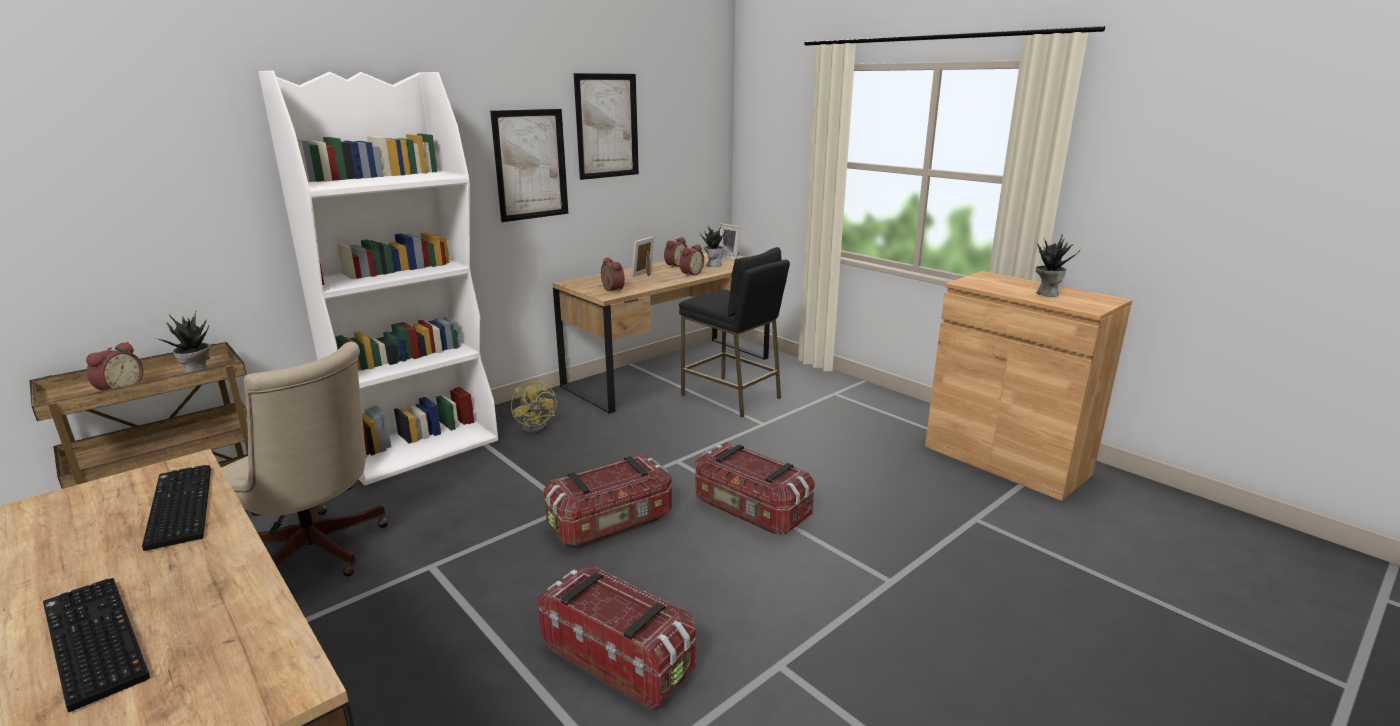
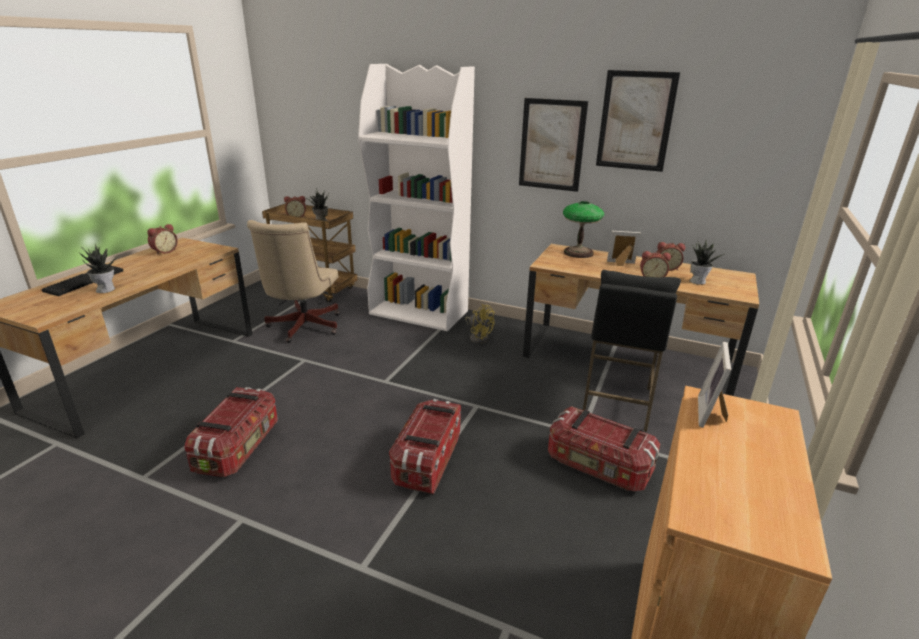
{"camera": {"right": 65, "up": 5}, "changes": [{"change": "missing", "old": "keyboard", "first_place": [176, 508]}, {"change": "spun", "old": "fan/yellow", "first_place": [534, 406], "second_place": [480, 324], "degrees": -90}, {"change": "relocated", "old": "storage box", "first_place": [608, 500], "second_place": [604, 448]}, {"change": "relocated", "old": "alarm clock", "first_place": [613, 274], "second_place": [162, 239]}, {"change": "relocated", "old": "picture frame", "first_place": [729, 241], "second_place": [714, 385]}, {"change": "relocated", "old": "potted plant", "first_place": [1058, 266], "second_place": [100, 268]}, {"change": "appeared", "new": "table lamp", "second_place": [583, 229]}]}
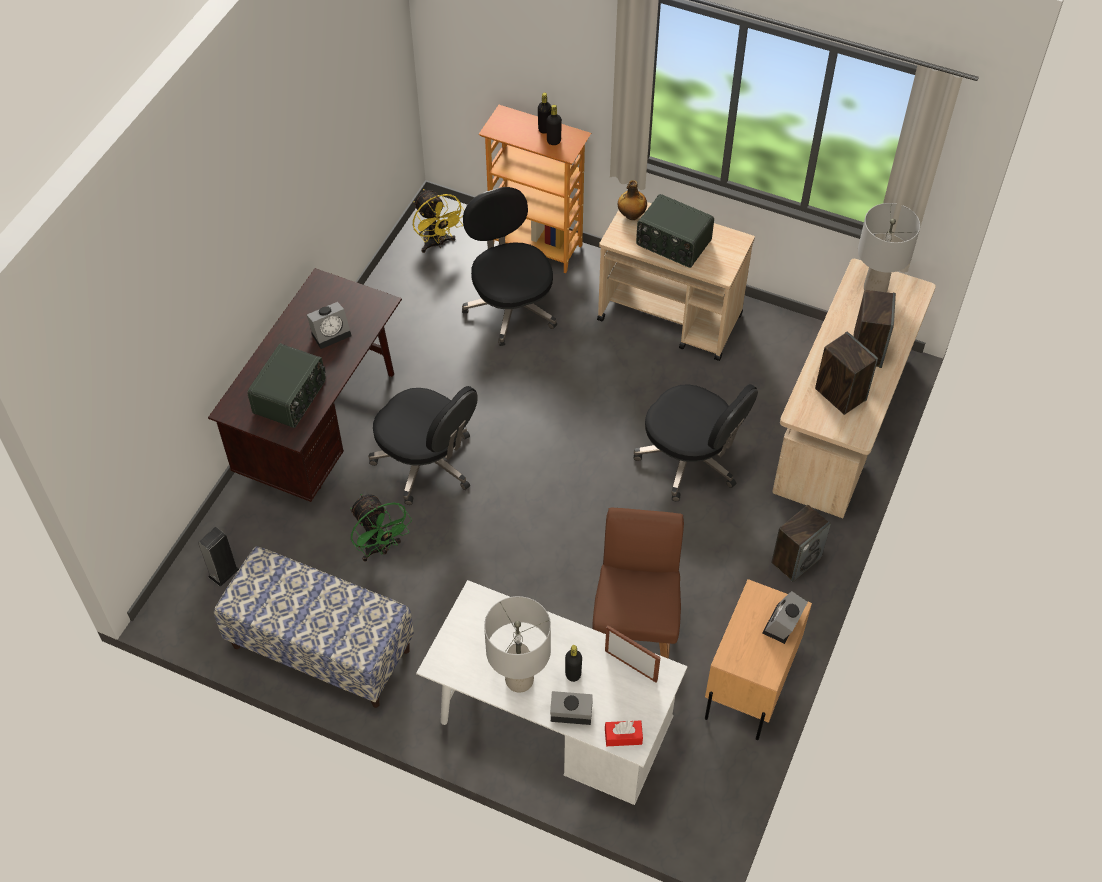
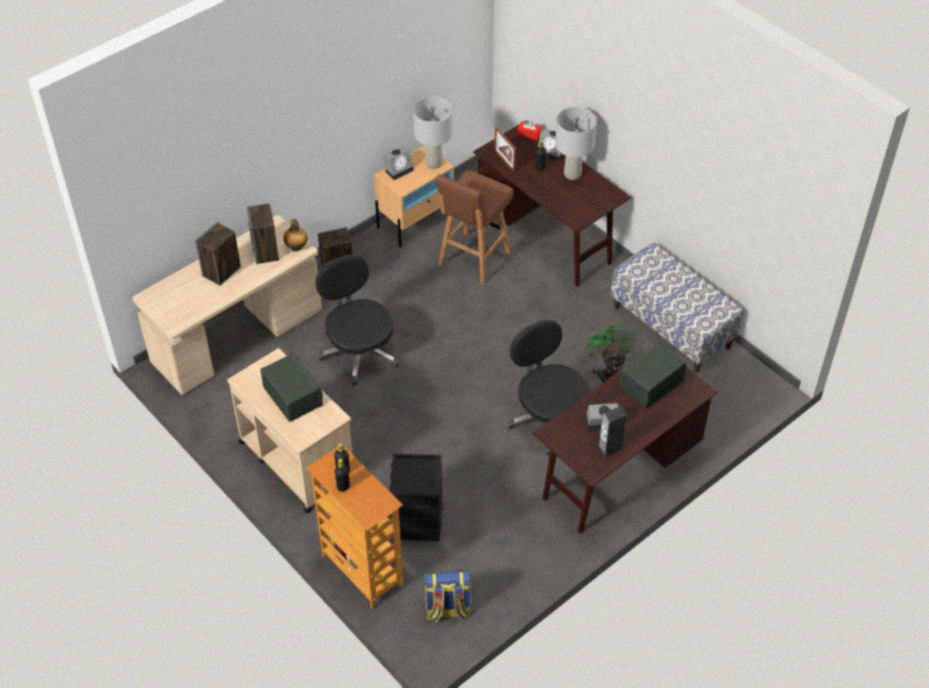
{"camera": {"right": -155, "up": -5}, "changes": [{"change": "relocated", "old": "speaker", "first_place": [218, 557], "second_place": [612, 432]}, {"change": "exchanged", "old": "fan/yellow", "new": "backpack", "first_place": [438, 221], "second_place": [448, 596]}, {"change": "colour", "old": "desk/white", "new": "desk/brown", "first_place": [551, 692], "second_place": [552, 203]}, {"change": "exchanged", "old": "office chair/black", "new": "storage box/black", "first_place": [509, 266], "second_place": [416, 497]}, {"change": "relocated", "old": "bottle", "first_place": [632, 200], "second_place": [295, 234]}, {"change": "relocated", "old": "table lamp/grey", "first_place": [889, 247], "second_place": [433, 133]}]}
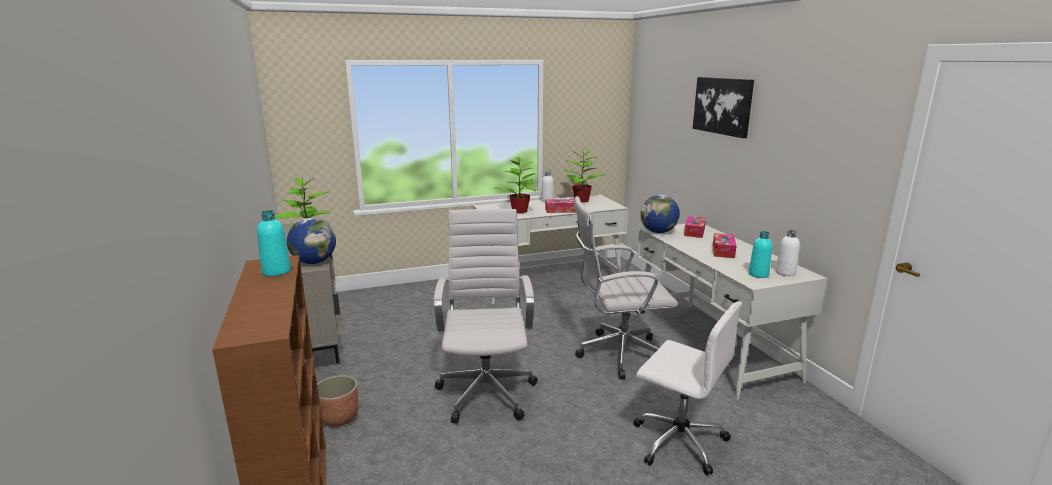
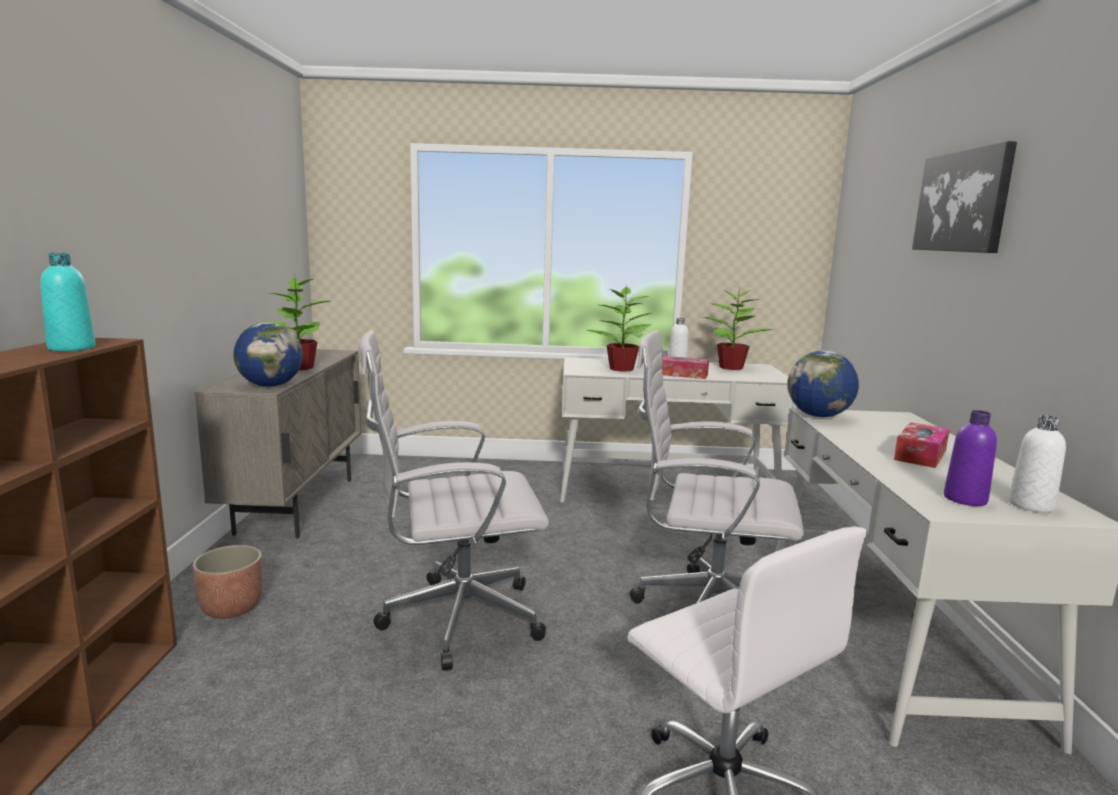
{"camera": {"right": 20, "up": -5}, "changes": [{"change": "spun", "old": "office chair/white", "first_place": [486, 316], "second_place": [454, 500], "degrees": -120}, {"change": "missing", "old": "tissue box", "first_place": [695, 227]}, {"change": "colour", "old": "bottle/turquoise", "new": "bottle/purple", "first_place": [760, 254], "second_place": [970, 458]}]}
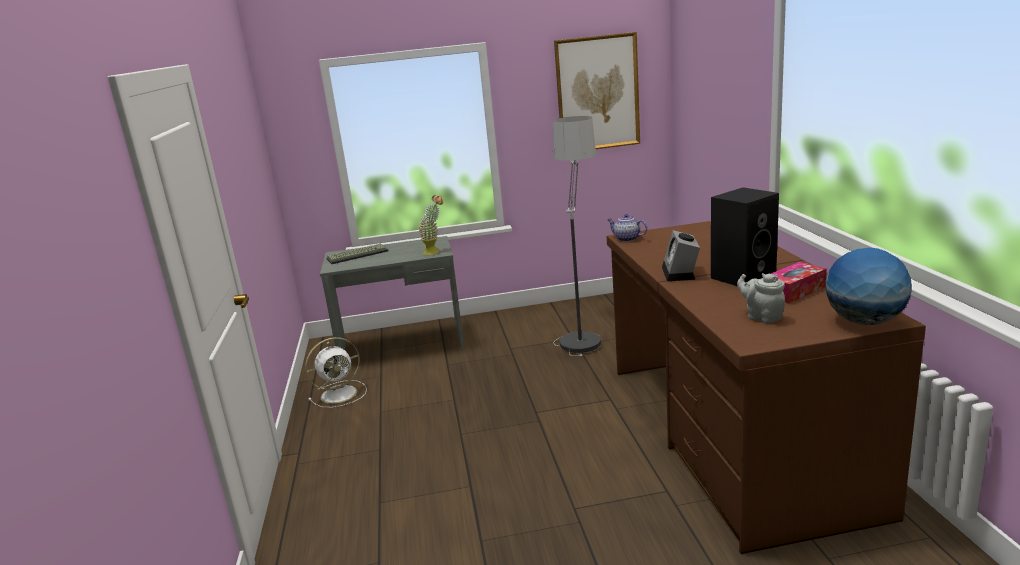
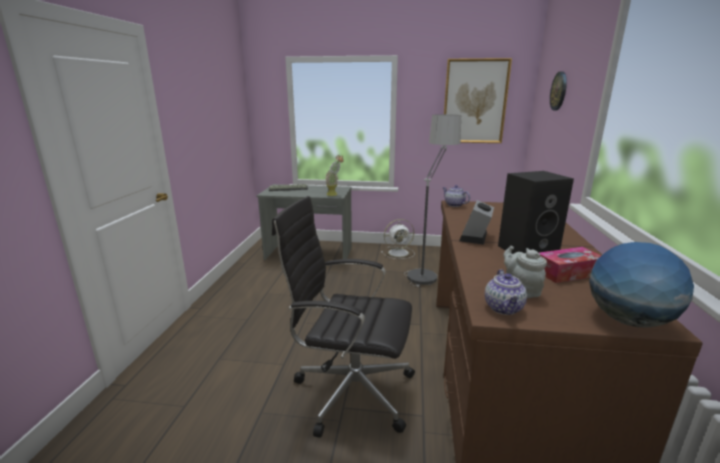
{"camera": {"right": 15, "up": 0}, "changes": [{"change": "relocated", "old": "fan/white", "first_place": [336, 372], "second_place": [398, 239]}, {"change": "appeared", "new": "office chair/black", "second_place": [343, 317]}, {"change": "appeared", "new": "teapot", "second_place": [506, 292]}, {"change": "appeared", "new": "wall clock", "second_place": [558, 91]}]}
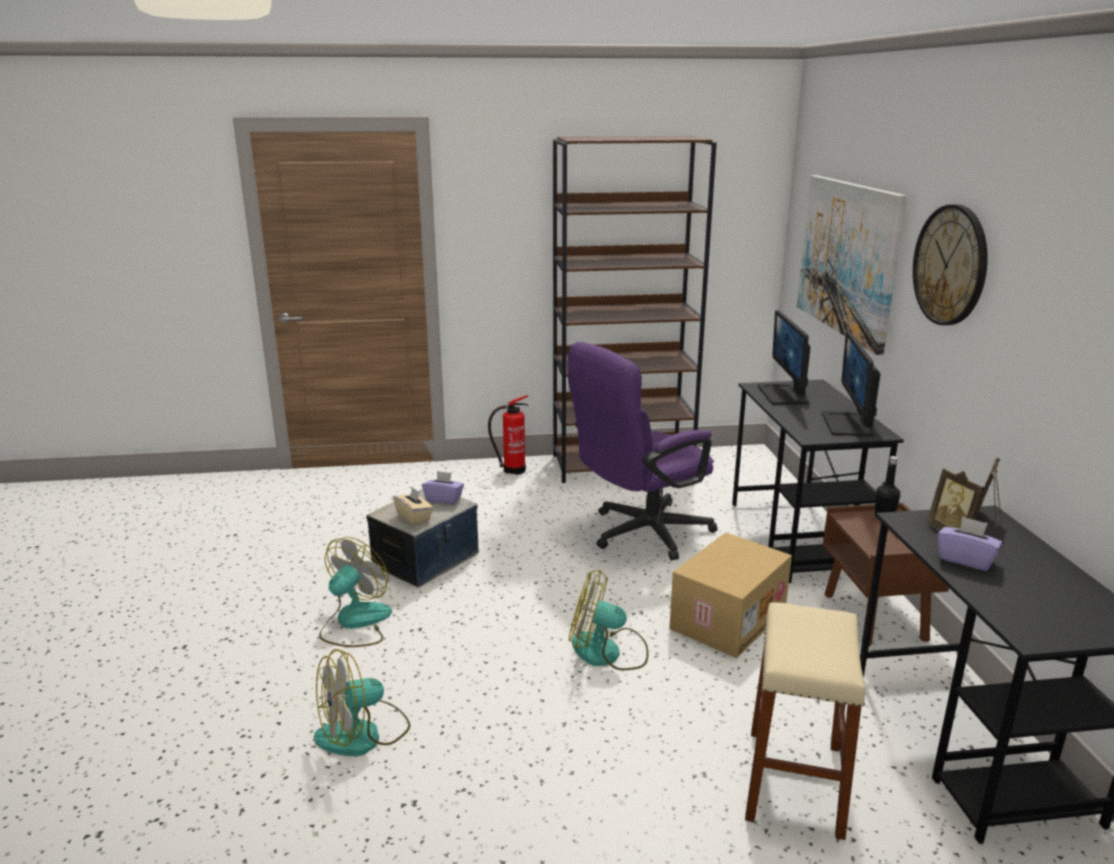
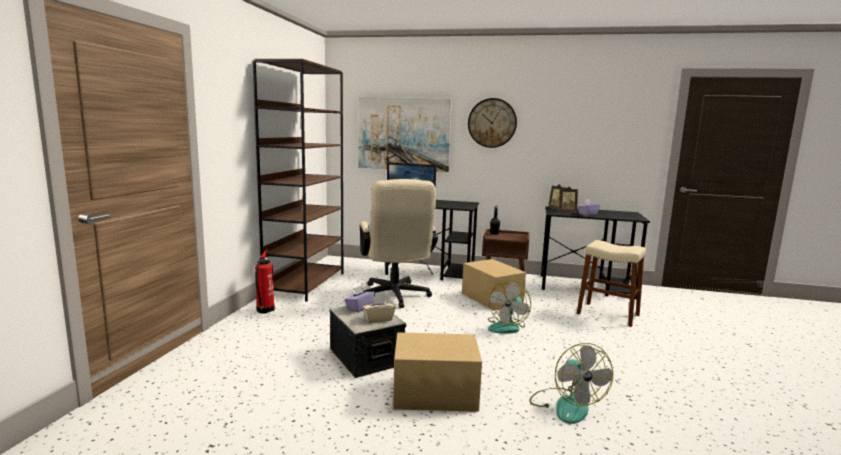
{"camera": {"right": -70, "up": -10}, "changes": [{"change": "exchanged", "old": "fan", "new": "cardboard box", "first_place": [355, 592], "second_place": [437, 372]}, {"change": "colour", "old": "office chair/purple", "new": "office chair/beige", "first_place": [642, 451], "second_place": [399, 243]}, {"change": "missing", "old": "monitor", "first_place": [851, 384]}]}
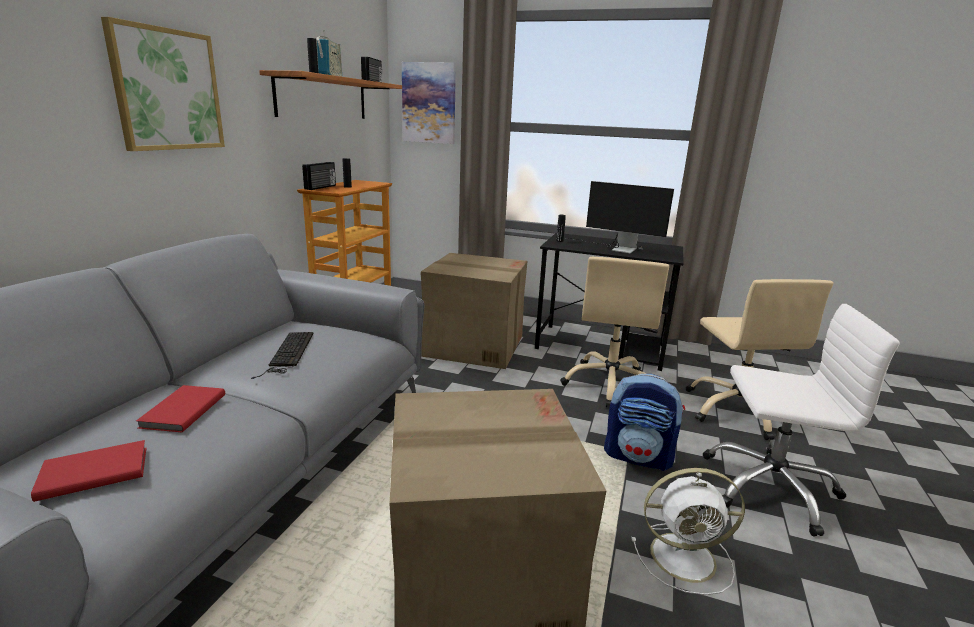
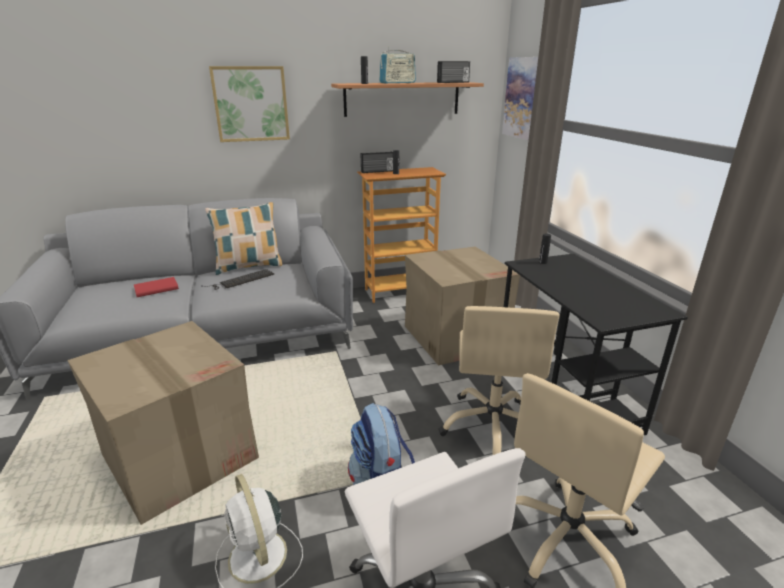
{"camera": {"right": 55, "up": 5}, "changes": [{"change": "missing", "old": "book/red", "first_place": [88, 471]}, {"change": "spun", "old": "office chair/beige", "first_place": [615, 332], "second_place": [499, 380], "degrees": -60}, {"change": "missing", "old": "monitor", "first_place": [620, 217]}, {"change": "appeared", "new": "pillow", "second_place": [243, 238]}]}
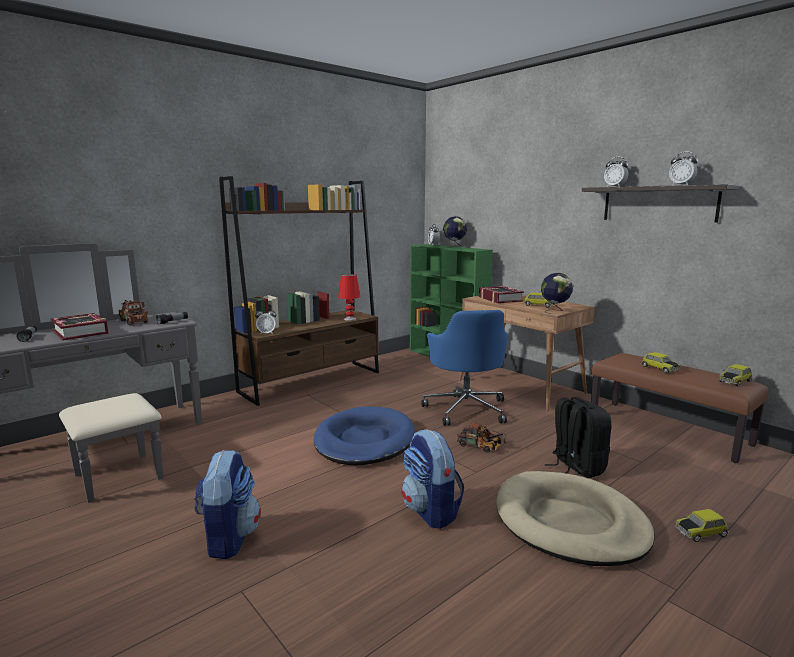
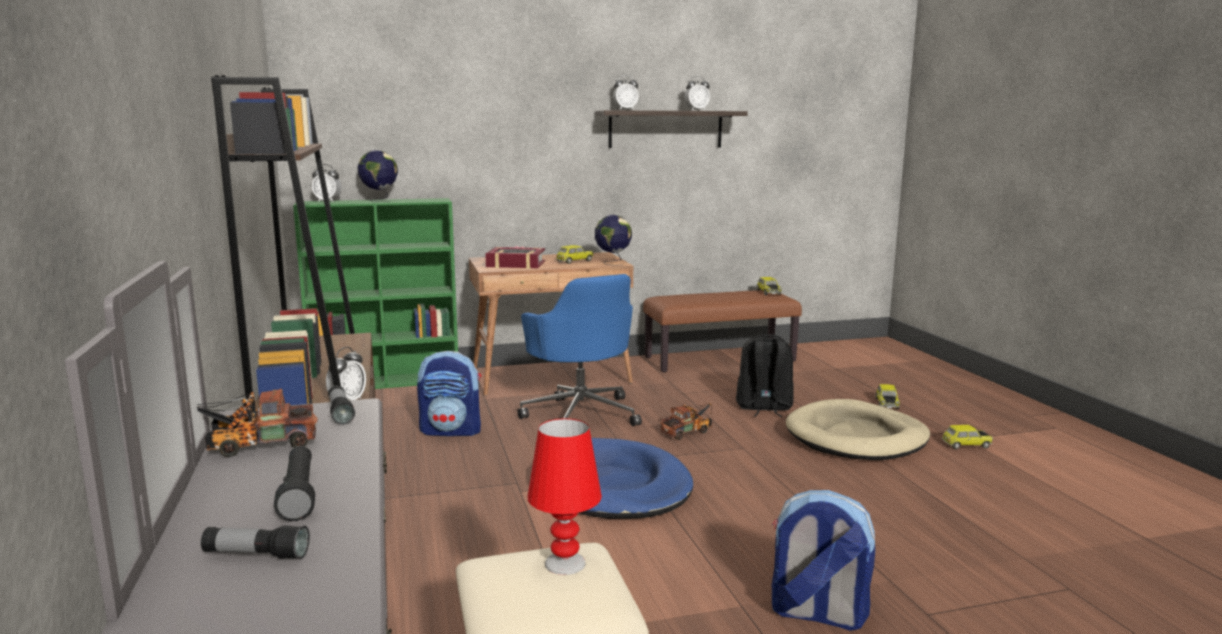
{"camera": {"right": -65, "up": 0}, "changes": [{"change": "exchanged", "old": "book", "new": "flashlight/black", "first_place": [79, 327], "second_place": [294, 483]}, {"change": "relocated", "old": "table lamp/red", "first_place": [349, 297], "second_place": [564, 497]}, {"change": "relocated", "old": "backpack", "first_place": [433, 479], "second_place": [449, 393]}, {"change": "spun", "old": "office chair/blue", "first_place": [464, 368], "second_place": [580, 350], "degrees": 45}, {"change": "relocated", "old": "toy car", "first_place": [661, 362], "second_place": [967, 437]}]}
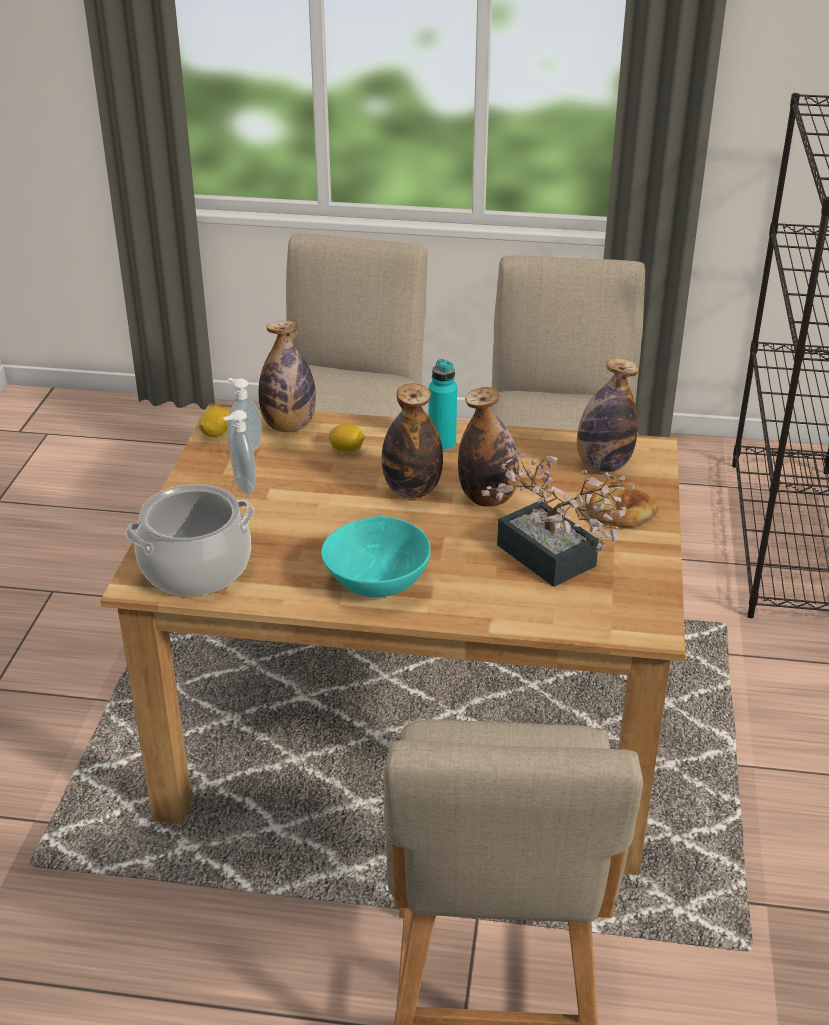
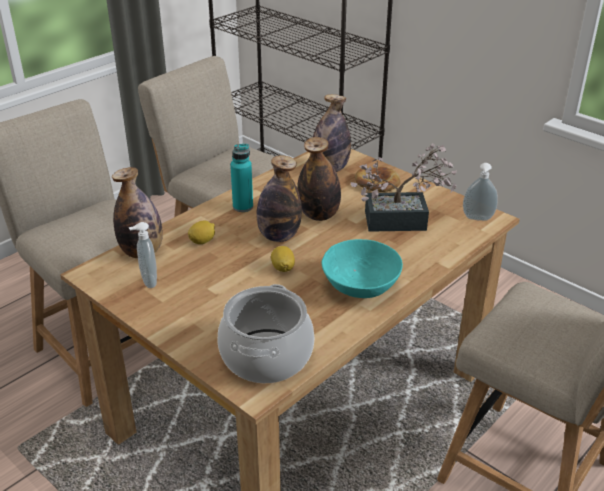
{"camera": {"right": -55, "up": 0}, "changes": [{"change": "relocated", "old": "lemon", "first_place": [214, 422], "second_place": [283, 259]}, {"change": "relocated", "old": "soap dispenser", "first_place": [239, 451], "second_place": [480, 192]}]}
